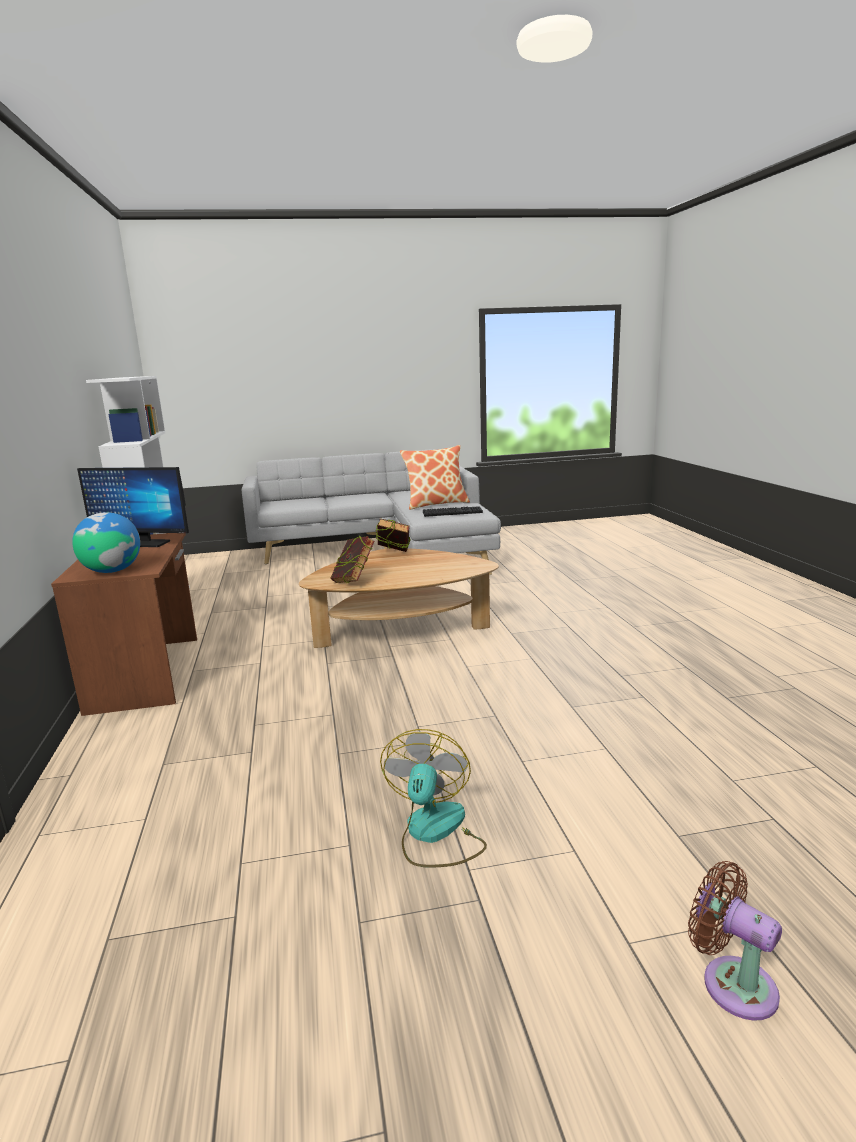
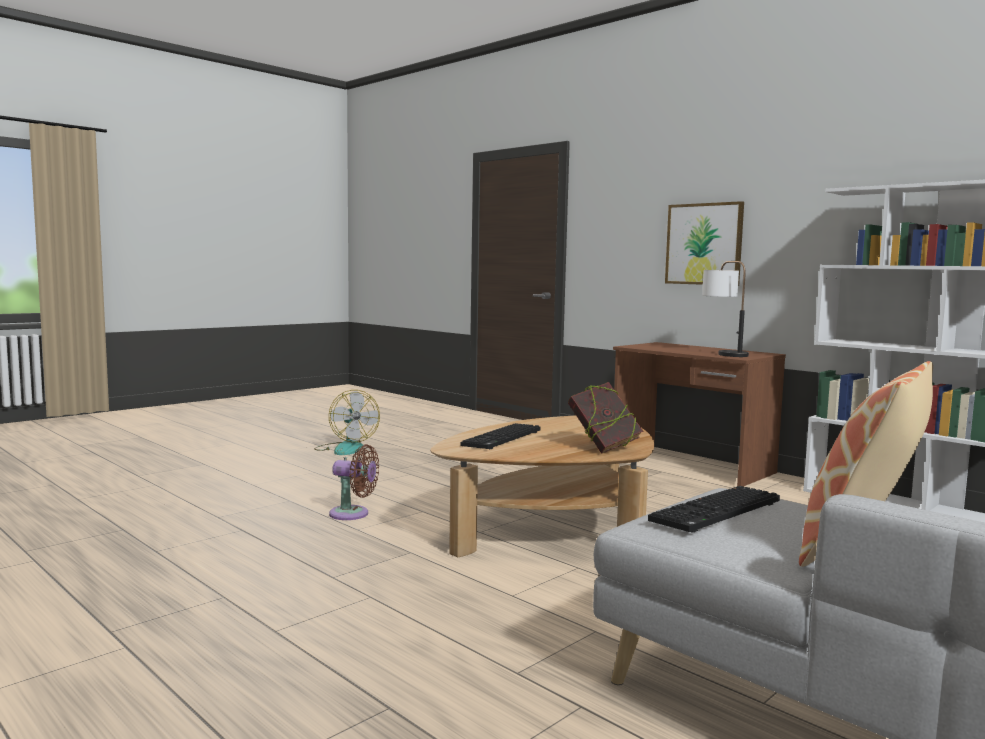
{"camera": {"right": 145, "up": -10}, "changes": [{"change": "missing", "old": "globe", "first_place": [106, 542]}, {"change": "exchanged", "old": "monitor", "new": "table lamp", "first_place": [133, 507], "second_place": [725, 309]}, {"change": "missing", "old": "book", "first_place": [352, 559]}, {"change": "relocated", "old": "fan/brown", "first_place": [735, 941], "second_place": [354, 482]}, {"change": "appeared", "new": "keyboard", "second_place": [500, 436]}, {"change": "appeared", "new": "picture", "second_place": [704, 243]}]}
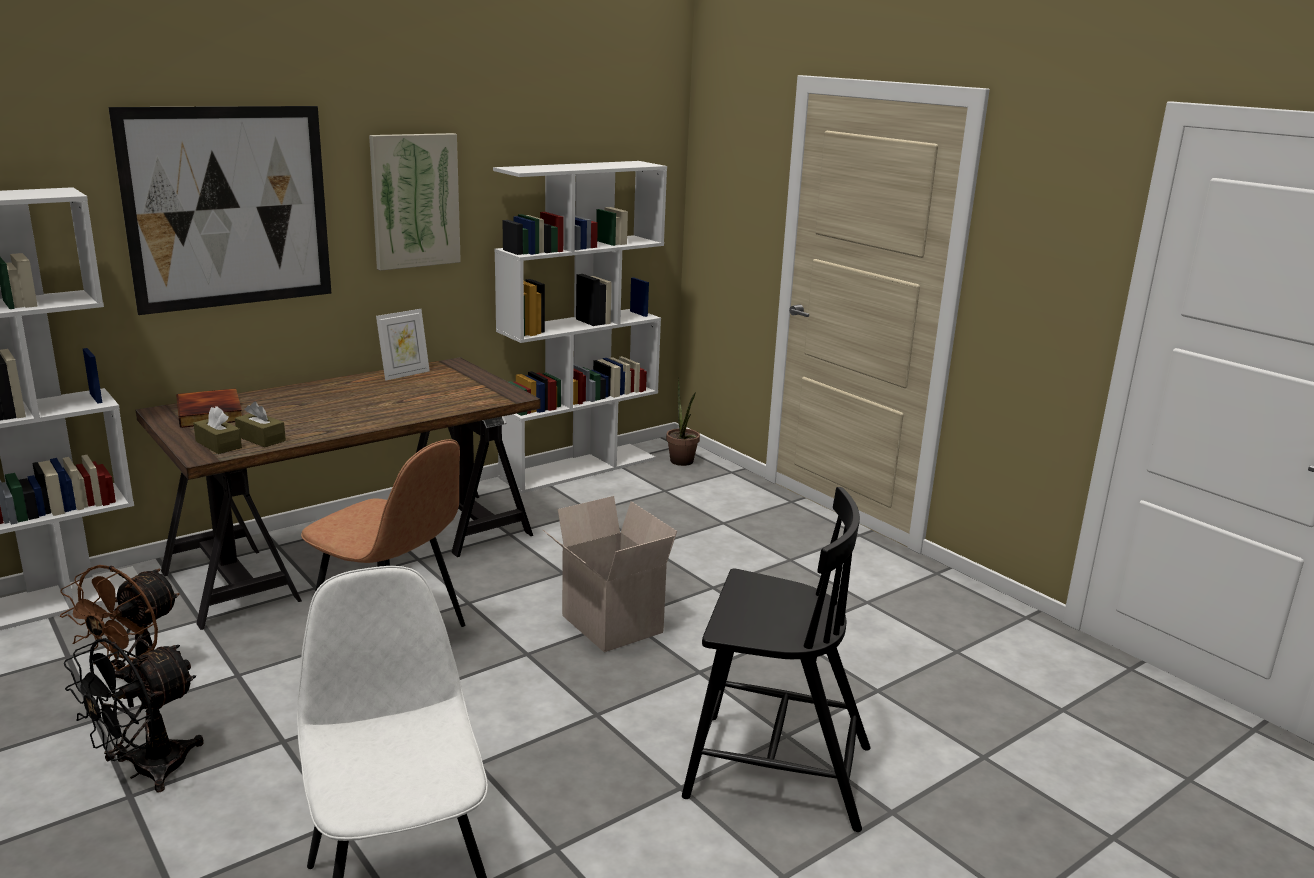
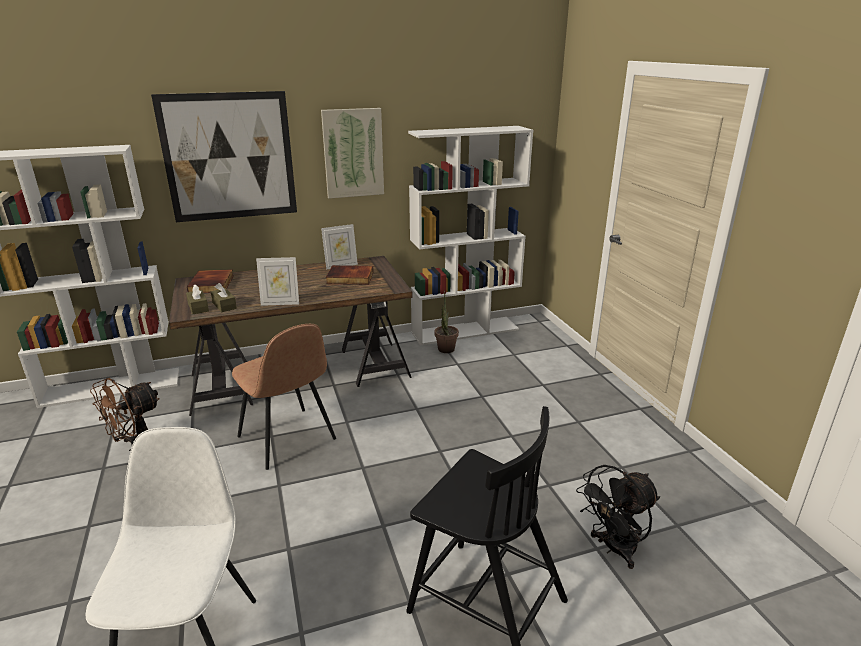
{"camera": {"right": 20, "up": 5}, "changes": [{"change": "relocated", "old": "fan/black", "first_place": [134, 715], "second_place": [618, 517]}, {"change": "missing", "old": "cardboard box", "first_place": [610, 574]}, {"change": "relocated", "old": "potted plant", "first_place": [683, 421], "second_place": [447, 321]}, {"change": "appeared", "new": "picture frame", "second_place": [277, 281]}, {"change": "appeared", "new": "book", "second_place": [349, 275]}]}
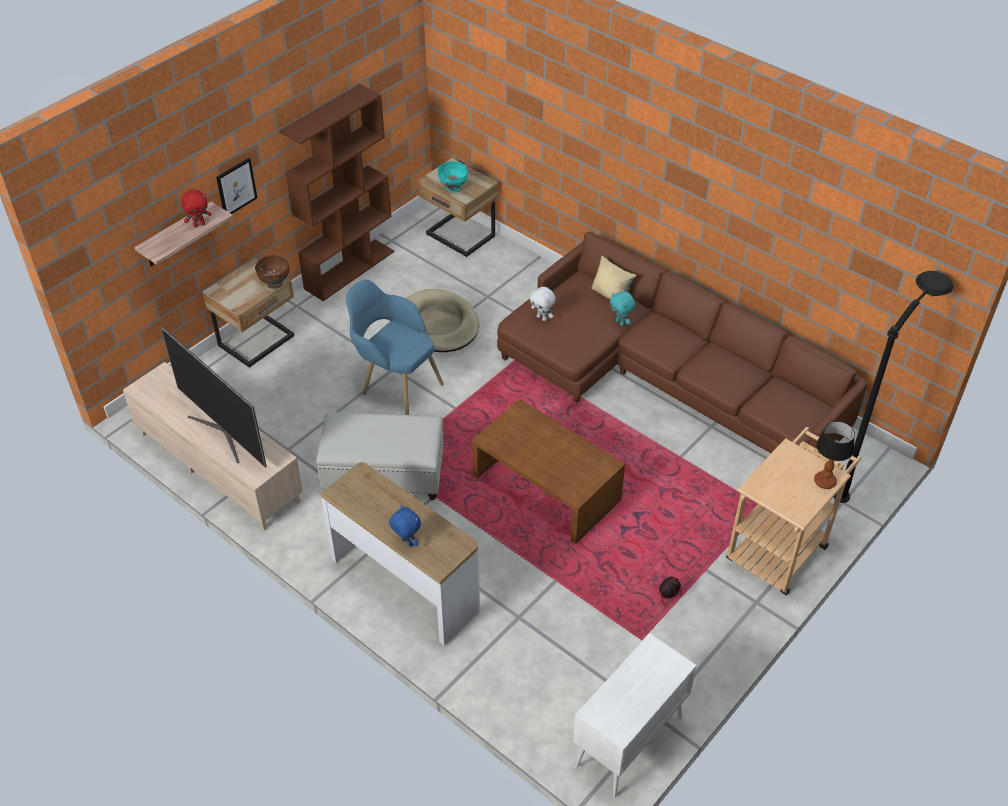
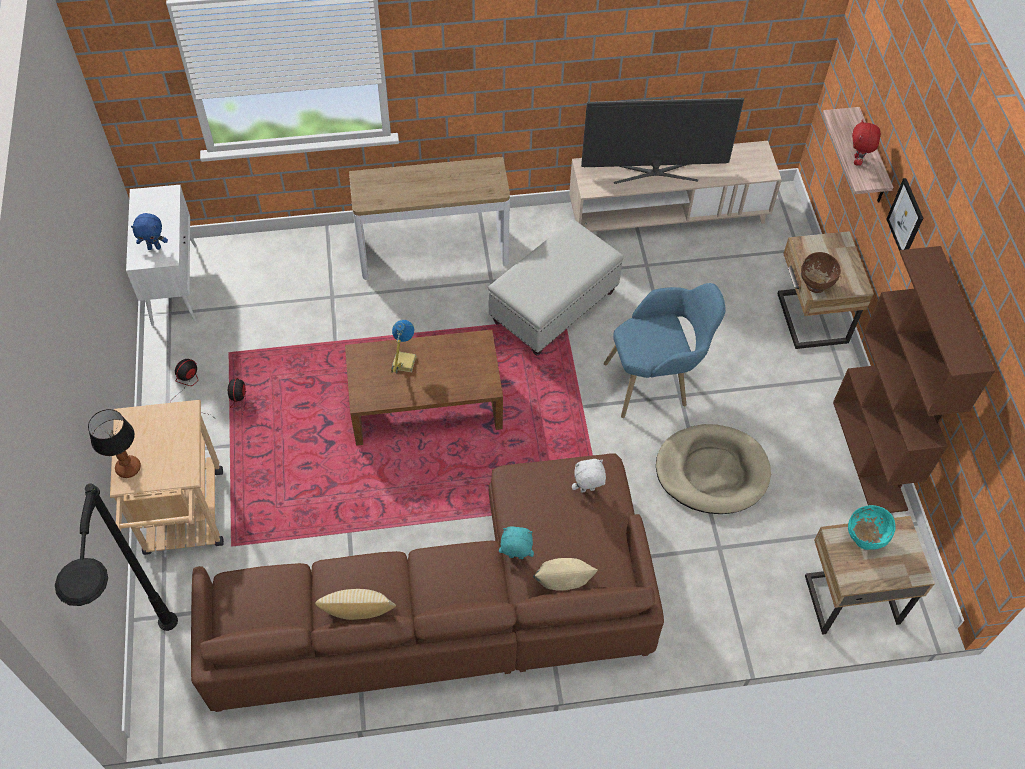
{"camera": {"right": 130, "up": 10}, "changes": [{"change": "relocated", "old": "plush toy/blue", "first_place": [405, 526], "second_place": [149, 231]}, {"change": "appeared", "new": "fan", "second_place": [191, 387]}, {"change": "appeared", "new": "pillow", "second_place": [355, 604]}, {"change": "appeared", "new": "table lamp", "second_place": [403, 346]}]}
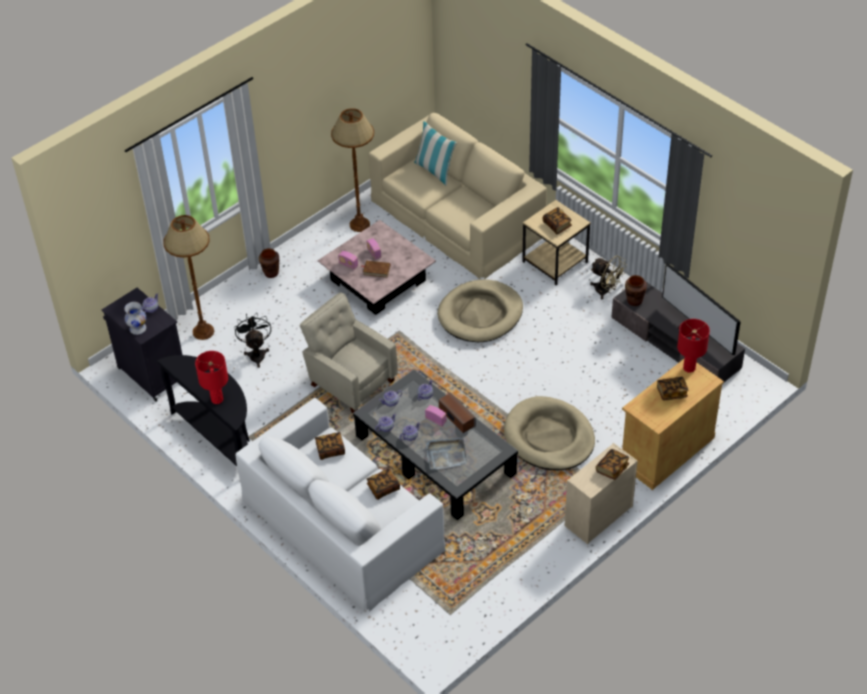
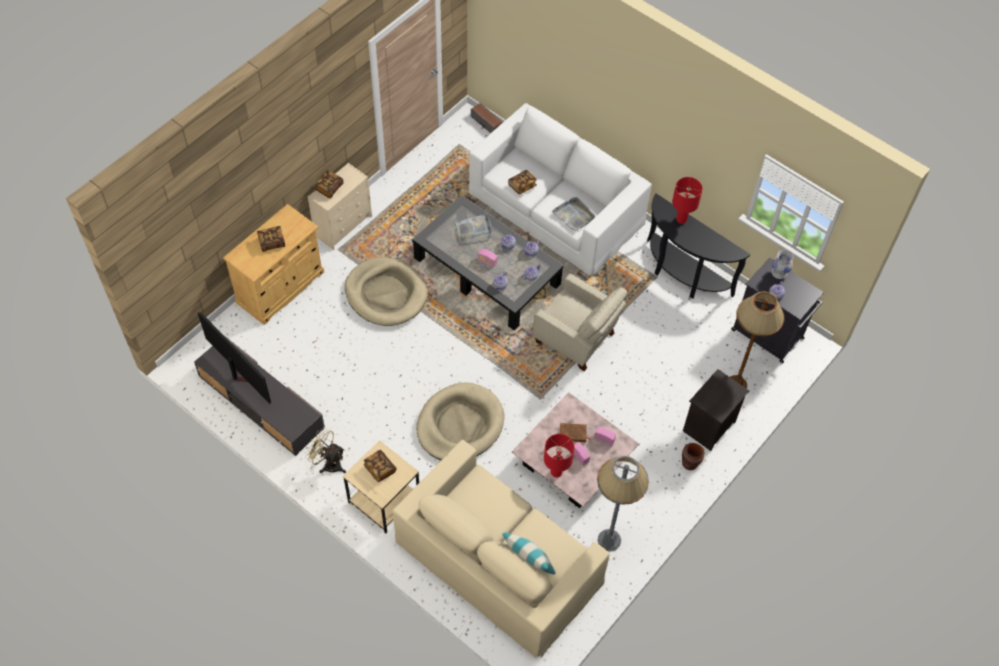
{"camera": {"right": 170, "up": 10}, "changes": [{"change": "missing", "old": "fan/black", "first_place": [253, 340]}, {"change": "exchanged", "old": "book", "new": "tray/grey", "first_place": [330, 446], "second_place": [573, 214]}, {"change": "colour", "old": "floor lamp/brown", "new": "floor lamp/grey", "first_place": [352, 170], "second_place": [623, 504]}, {"change": "relocated", "old": "speaker", "first_place": [457, 412], "second_place": [487, 118]}, {"change": "missing", "old": "vase/brown", "first_place": [636, 290]}, {"change": "relocated", "old": "table lamp/red", "first_place": [693, 346], "second_place": [559, 455]}, {"change": "appeared", "new": "nightstand/black", "second_place": [716, 410]}]}
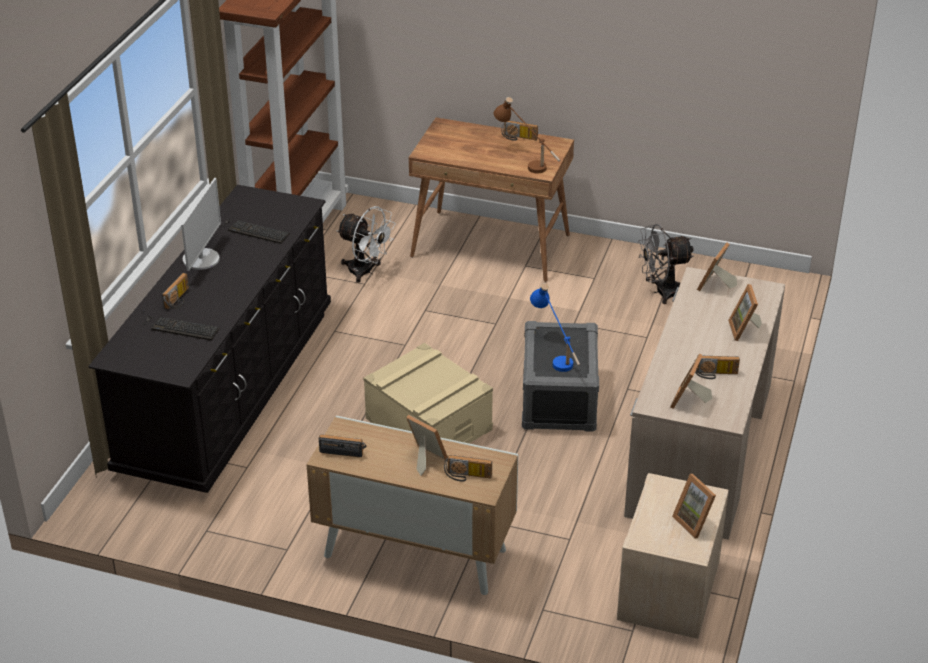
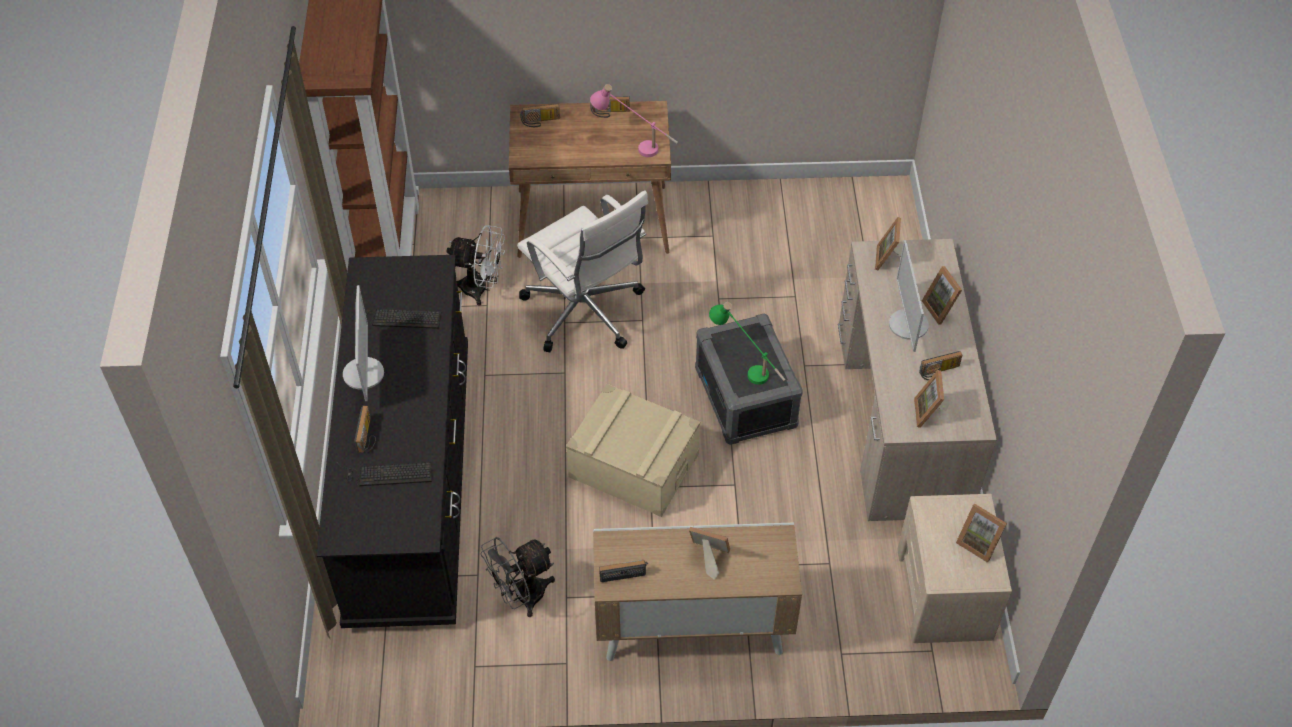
{"camera": {"right": -20, "up": 15}, "changes": [{"change": "relocated", "old": "radio", "first_place": [468, 468], "second_place": [540, 115]}, {"change": "colour", "old": "table lamp/brown", "new": "table lamp/pink", "first_place": [527, 135], "second_place": [634, 120]}, {"change": "colour", "old": "table lamp/blue", "new": "table lamp/green", "first_place": [555, 327], "second_place": [747, 343]}, {"change": "relocated", "old": "fan/grey", "first_place": [666, 264], "second_place": [517, 577]}, {"change": "appeared", "new": "office chair/white", "second_place": [582, 271]}, {"change": "appeared", "new": "monitor", "second_place": [909, 296]}]}
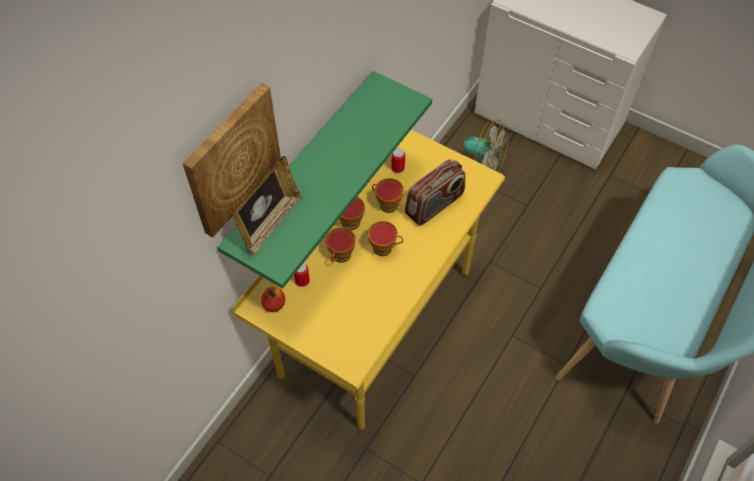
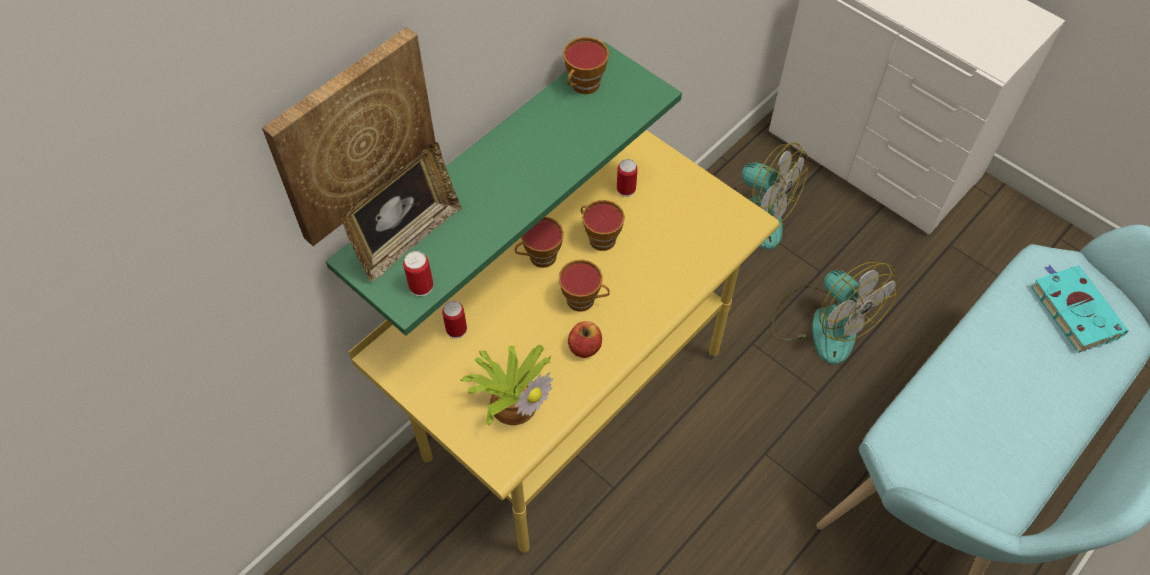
{"camera": {"right": 10, "up": 0}, "changes": [{"change": "relocated", "old": "apple", "first_place": [273, 299], "second_place": [585, 339]}, {"change": "relocated", "old": "cup", "first_place": [340, 245], "second_place": [586, 65]}, {"change": "missing", "old": "radio", "first_place": [435, 192]}, {"change": "appeared", "new": "can", "second_place": [418, 273]}, {"change": "appeared", "new": "potted plant", "second_place": [507, 385]}, {"change": "appeared", "new": "fan", "second_place": [835, 313]}, {"change": "appeared", "new": "book/turquoise", "second_place": [1079, 309]}]}
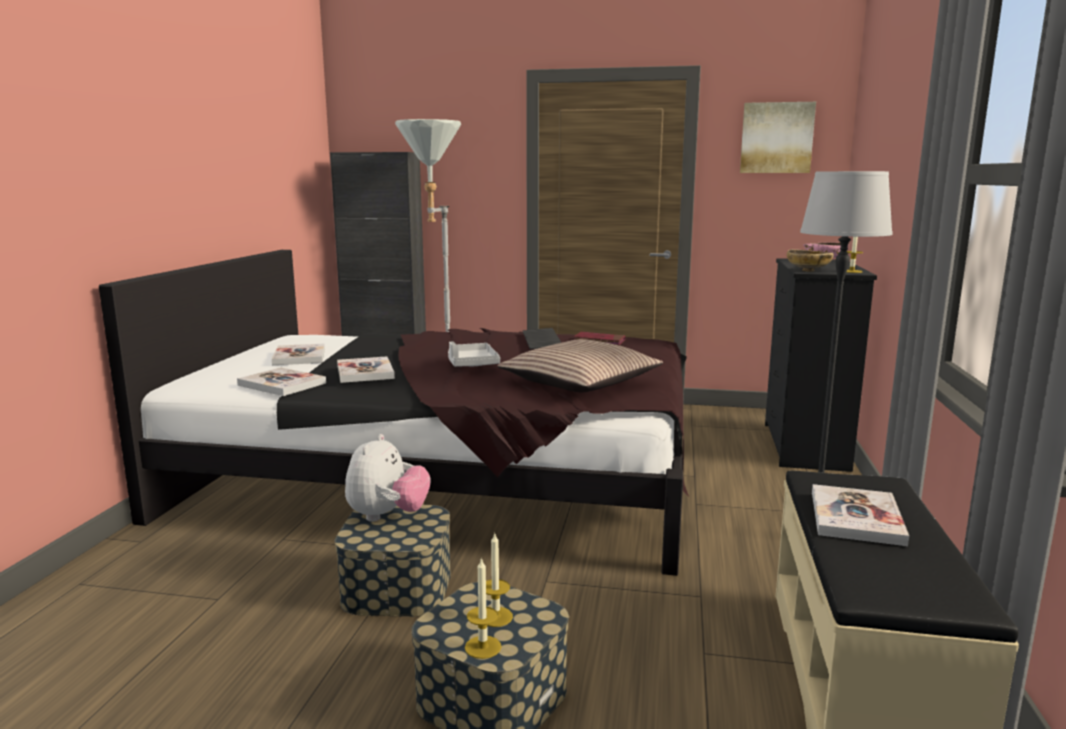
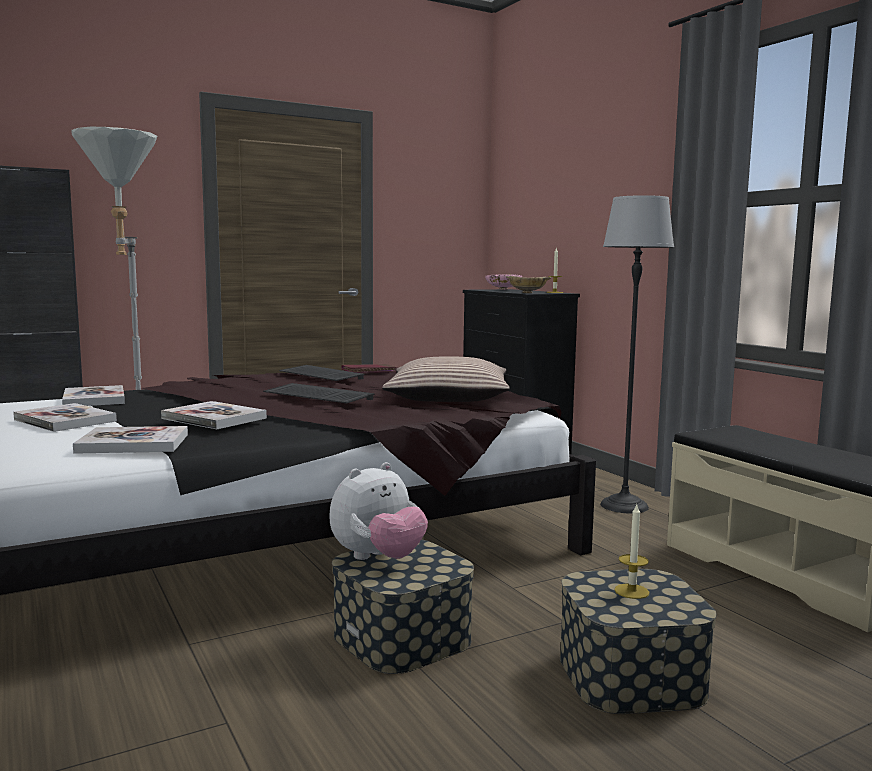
{"camera": {"right": -40, "up": -5}, "changes": [{"change": "spun", "old": "plush toy", "first_place": [387, 478], "second_place": [379, 511], "degrees": 75}, {"change": "exchanged", "old": "tray/grey", "new": "keyboard", "first_place": [474, 354], "second_place": [319, 393]}, {"change": "missing", "old": "candle", "first_place": [483, 608]}, {"change": "missing", "old": "picture", "first_place": [778, 137]}, {"change": "relocated", "old": "book", "first_place": [860, 515], "second_place": [93, 395]}]}
